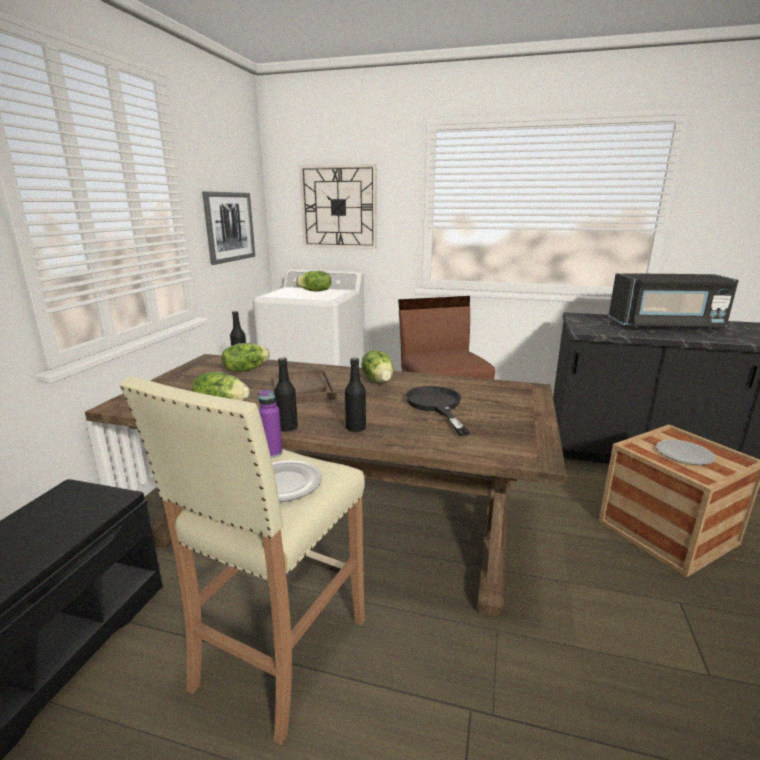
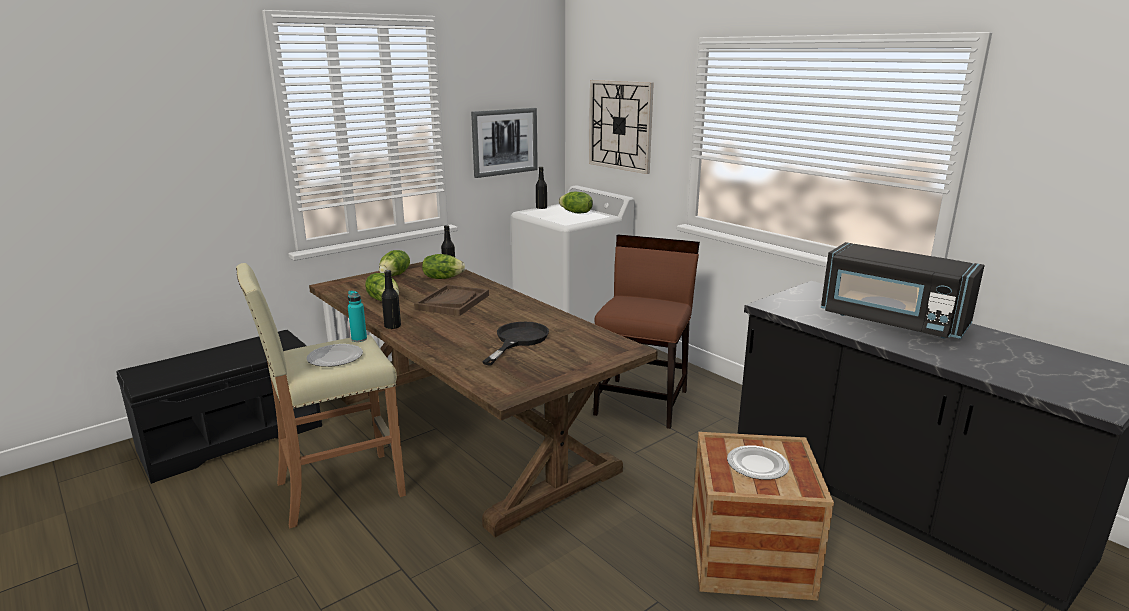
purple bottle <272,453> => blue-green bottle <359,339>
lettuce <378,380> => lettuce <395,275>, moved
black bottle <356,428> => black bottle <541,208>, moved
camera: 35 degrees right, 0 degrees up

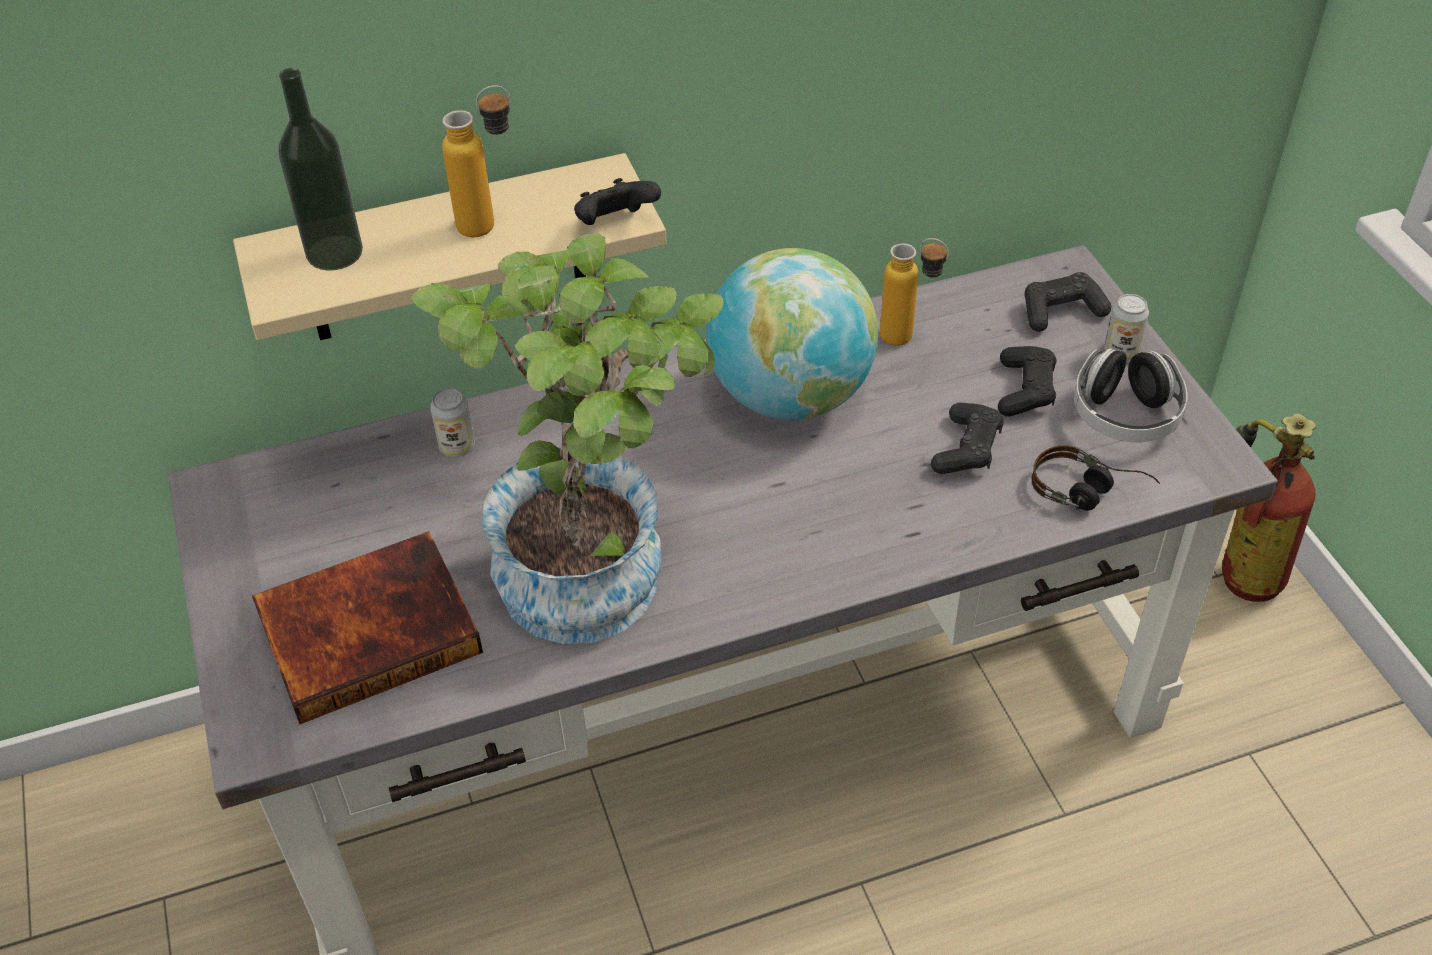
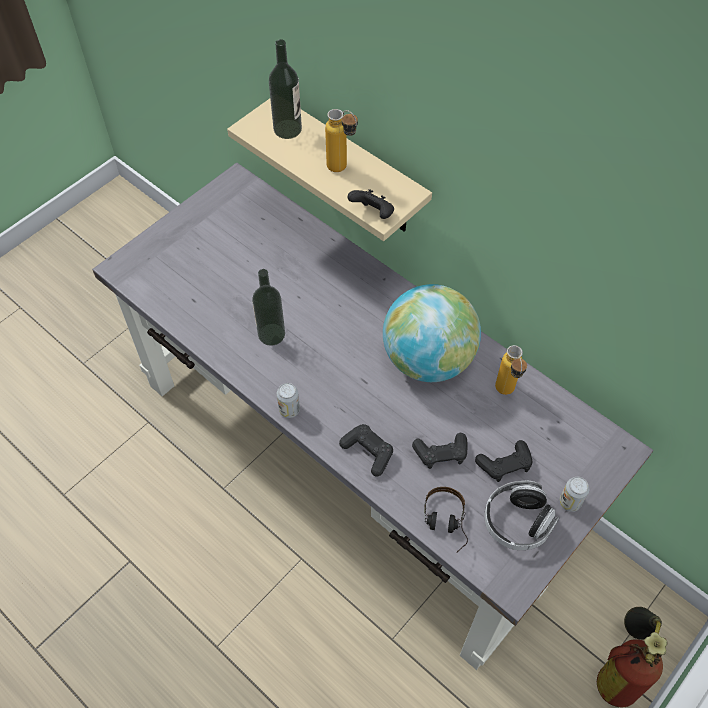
plant in a pot <598,566> => bottle <271,334>
sealed can <457,447> => sealed can <289,410>, moved
black joypad <1061,311> => black joypad <368,452>, moved
volume <369,629> => nothing
camera: 60 degrees right, 10 degrees up

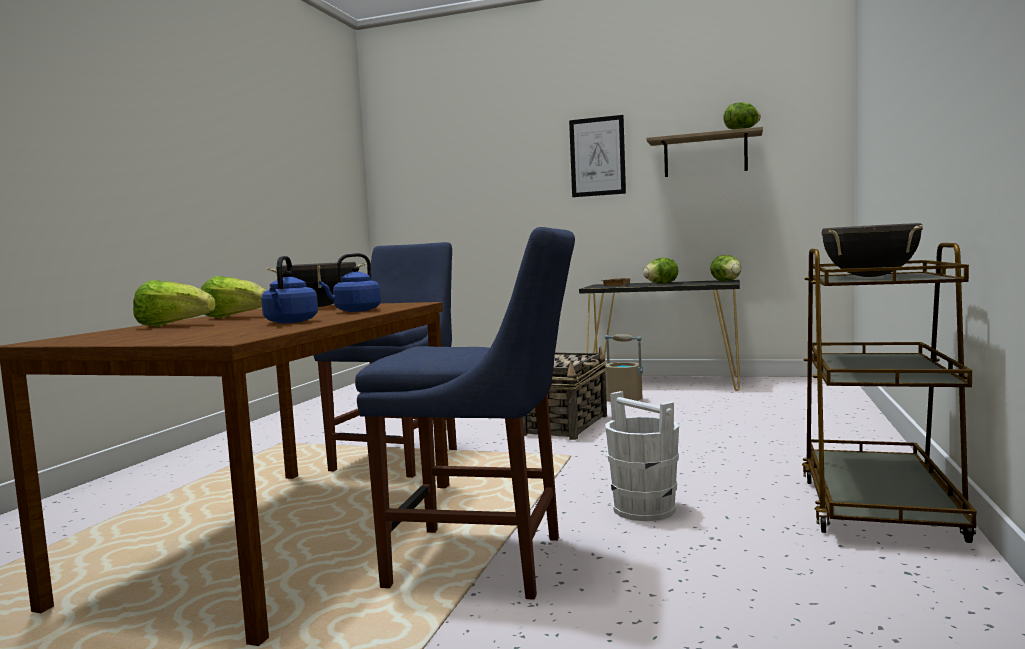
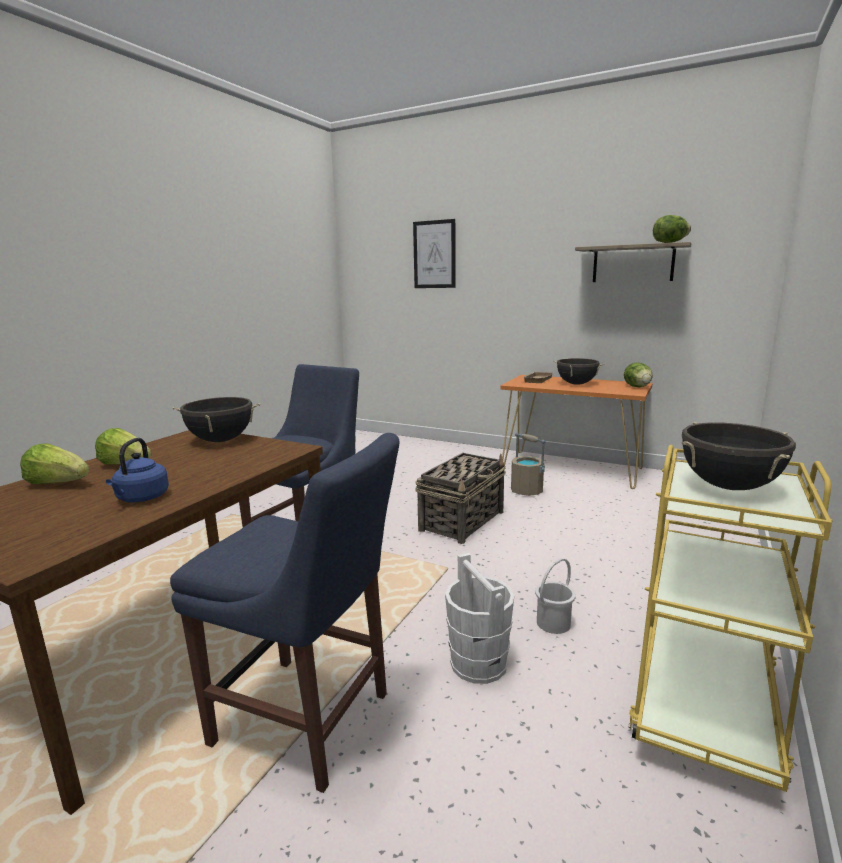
picture <597,156> => picture <434,254>, moved
black console table <664,382> => orange console table <571,469>
nothing => white pail <552,623>
lettuce <661,284> => black cooking pot <576,384>
brownish trolley <878,507> => yellowish trolley <704,702>
blue kettle <355,311> => nothing
camera: 10 degrees right, 10 degrees up

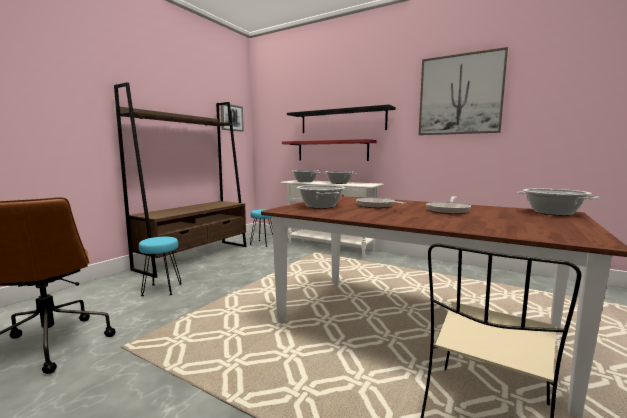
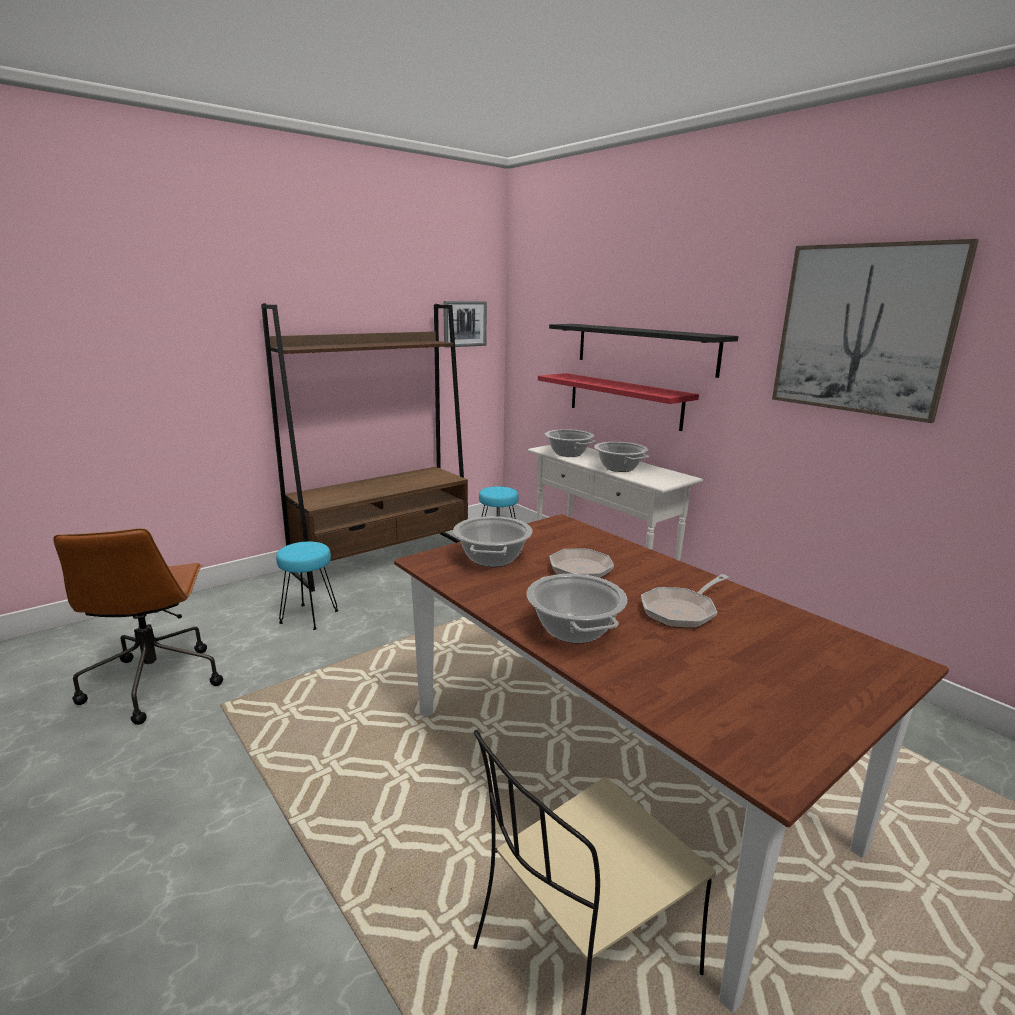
cooking pot <553,213> => cooking pot <575,630>, moved
camera: 20 degrees right, 10 degrees up

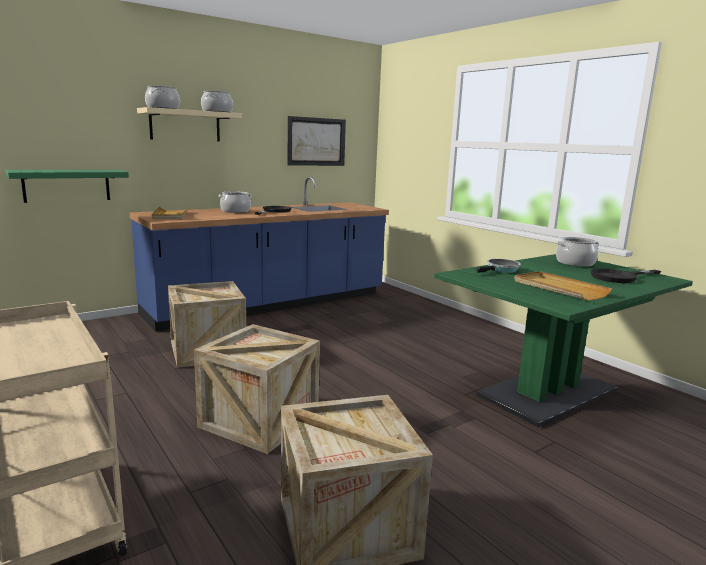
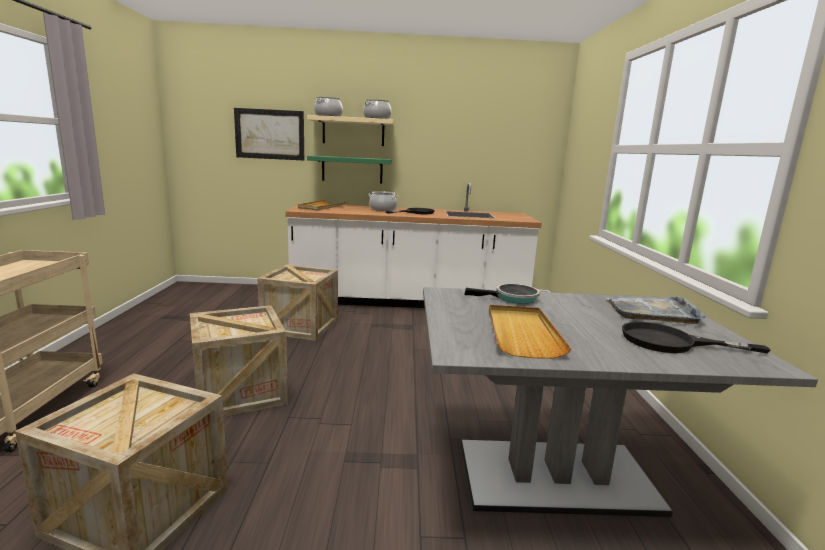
picture <316,141> => picture <270,134>, moved
blue counter <270,304> => white counter <409,301>
green-coloured shelf <67,185> => green-coloured shelf <352,169>, moved
green-coloured kitchen table <547,393> => greyish kitchen table <556,477>
cooking pot <575,263> => greyish carrying tray <653,311>
camera: 35 degrees right, 0 degrees up

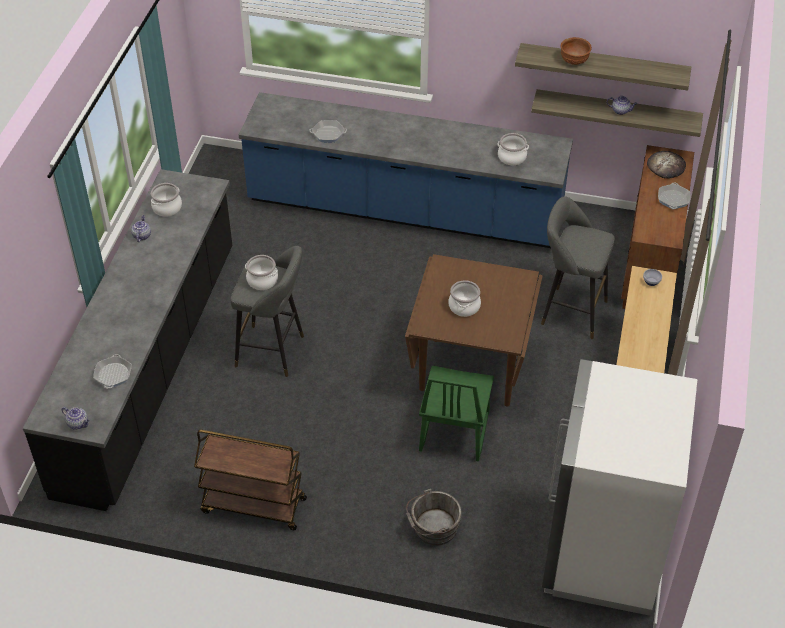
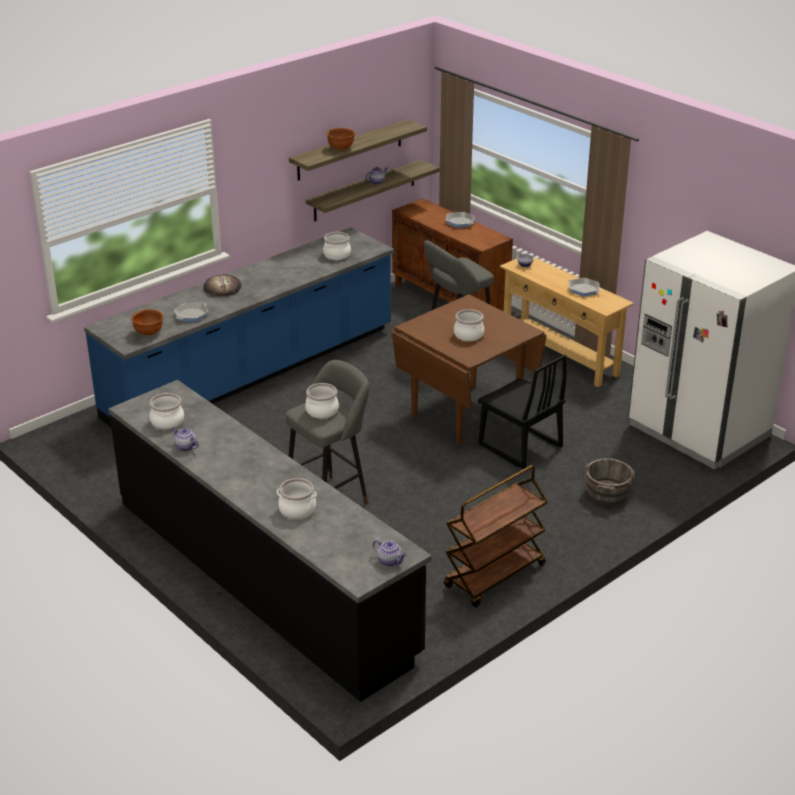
nothing => brownish bowl <149,333>
bread <666,166> => bread <222,288>, moved
nothing => cooking pot <297,509>
pot for tea <78,423> => pot for tea <390,561>, 60 degrees clockwise
green-coloured plain chair <453,432> => black plain chair <519,446>
frying pan <113,374> => frying pan <583,290>, moved
camera: 55 degrees left, 15 degrees down

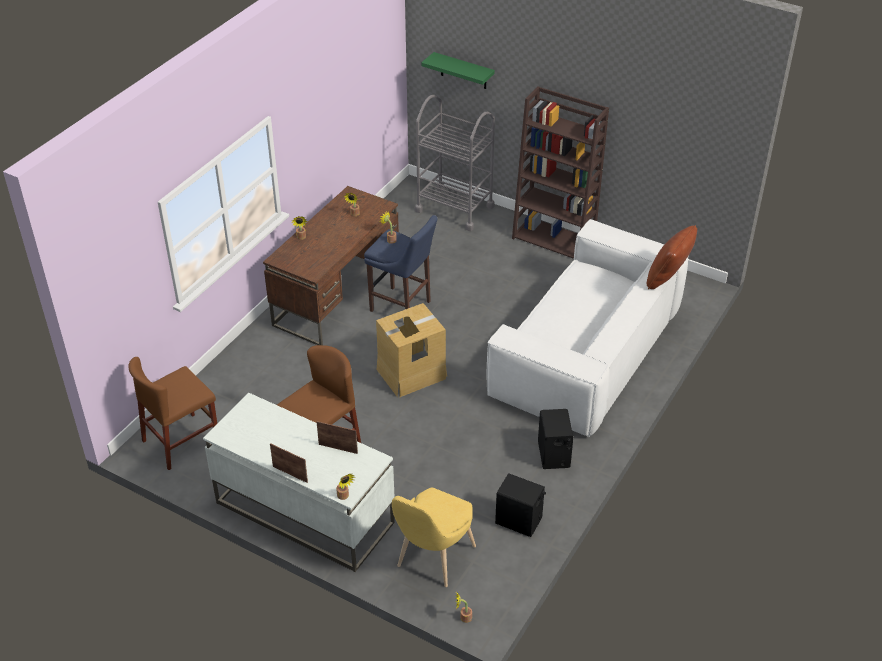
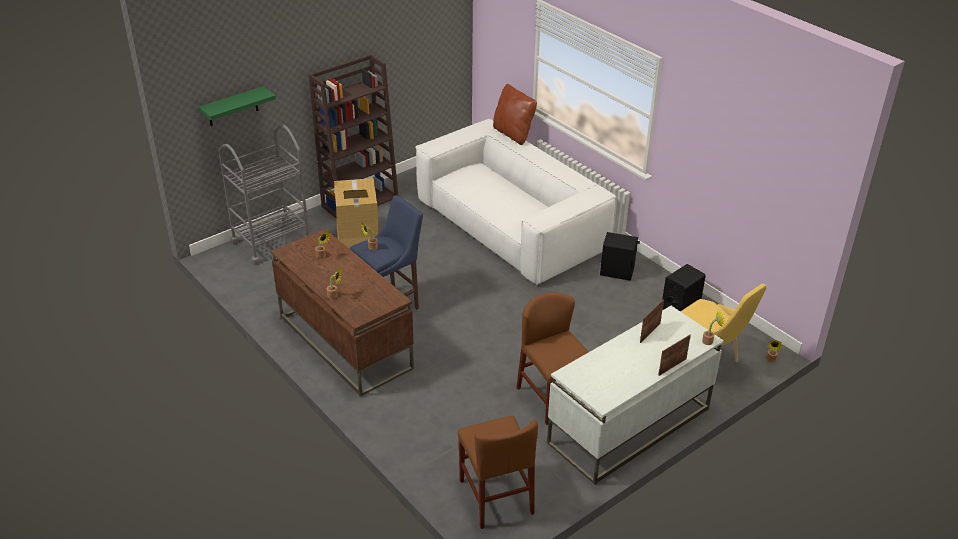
packing box <411,373> => packing box <358,239>, moved
camera: 70 degrees left, 5 degrees down

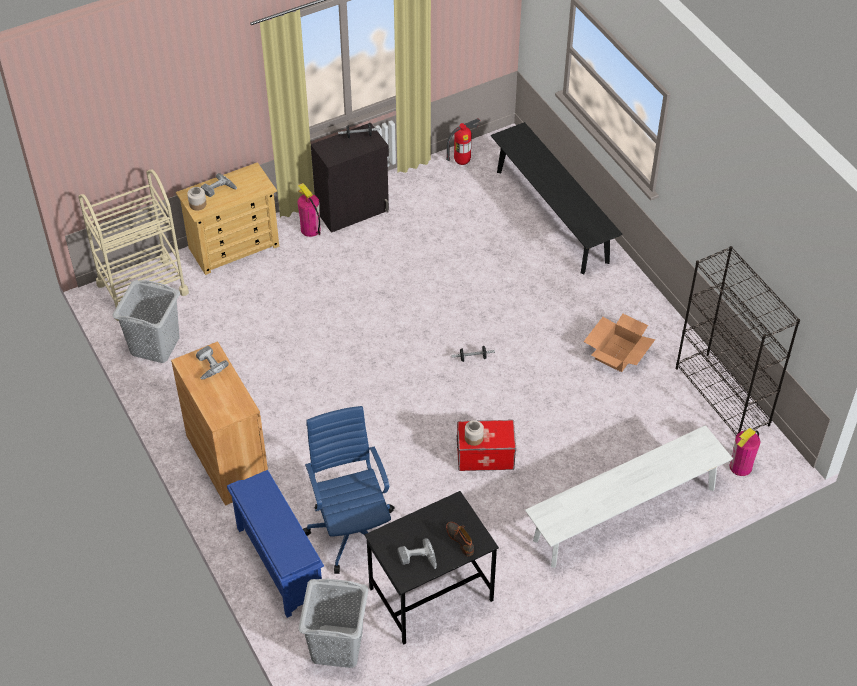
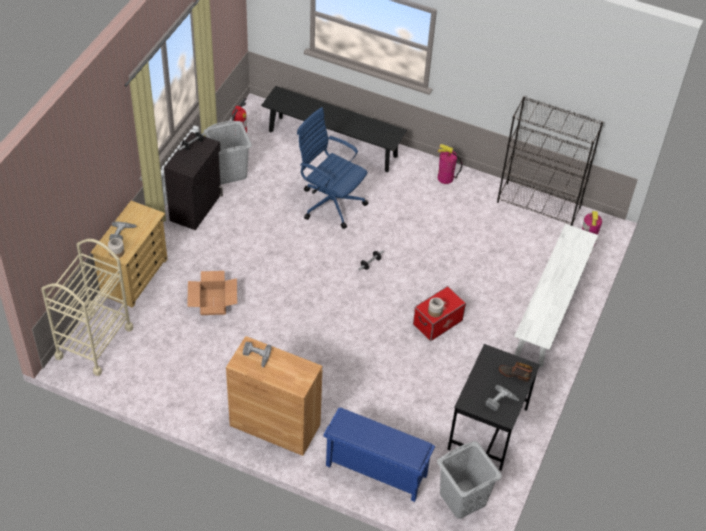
packing box <617,353> => packing box <213,302>, moved
greyish hamper <154,346> => greyish hamper <229,172>, moved
blue office chair <352,530> => blue office chair <330,203>, moved
extinguisher <310,229> => extinguisher <445,178>, moved
camera: 40 degrees left, 0 degrees up

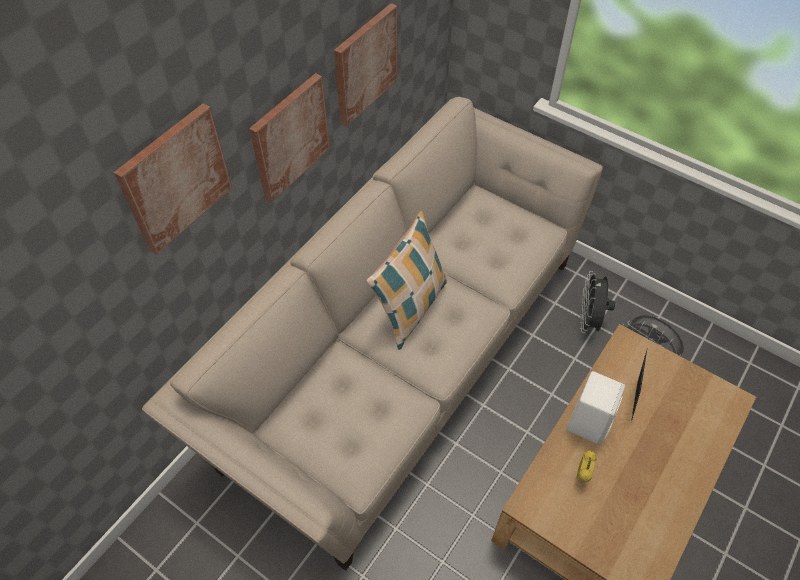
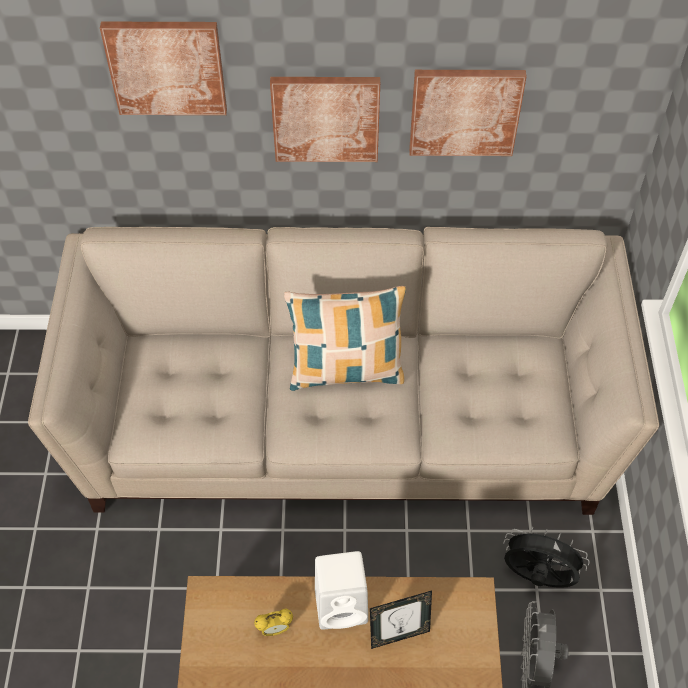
black cooling fan <589,320> => black cooling fan <536,578>, 45 degrees clockwise
camera: 55 degrees right, 0 degrees up

